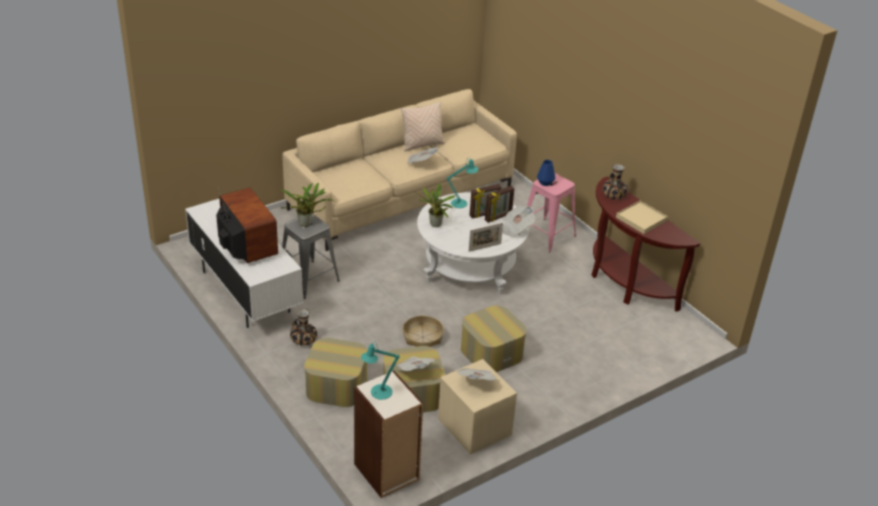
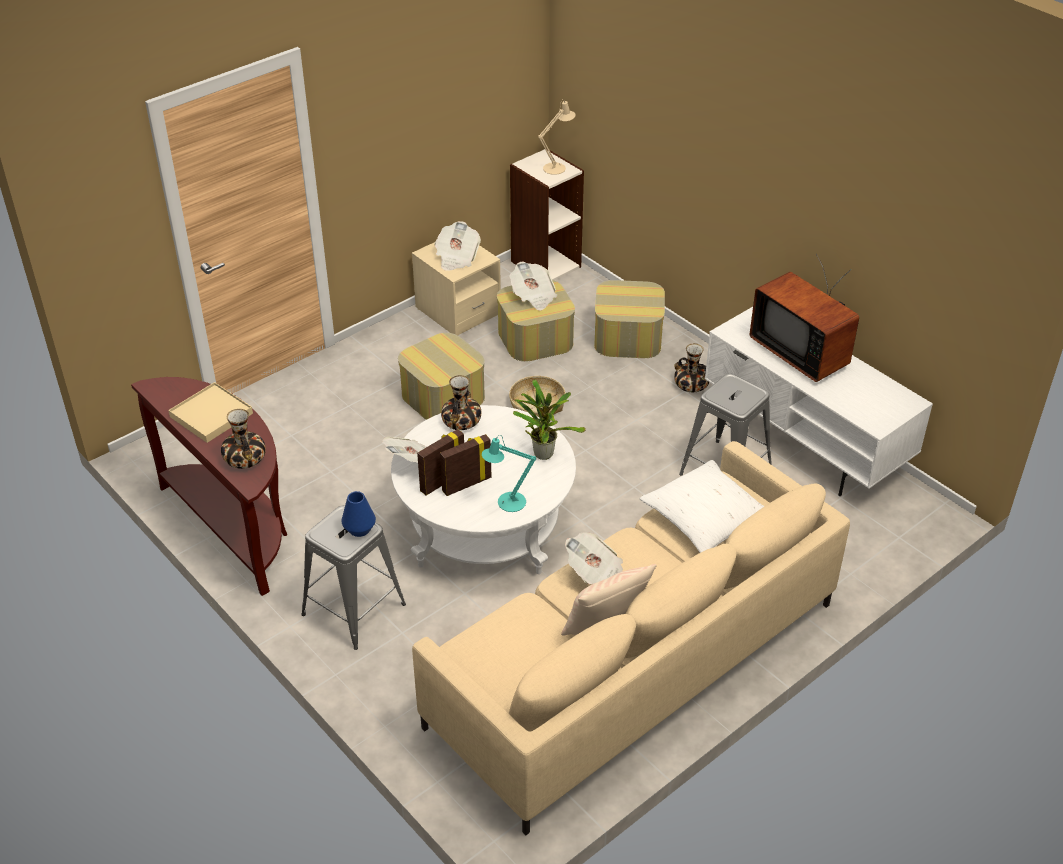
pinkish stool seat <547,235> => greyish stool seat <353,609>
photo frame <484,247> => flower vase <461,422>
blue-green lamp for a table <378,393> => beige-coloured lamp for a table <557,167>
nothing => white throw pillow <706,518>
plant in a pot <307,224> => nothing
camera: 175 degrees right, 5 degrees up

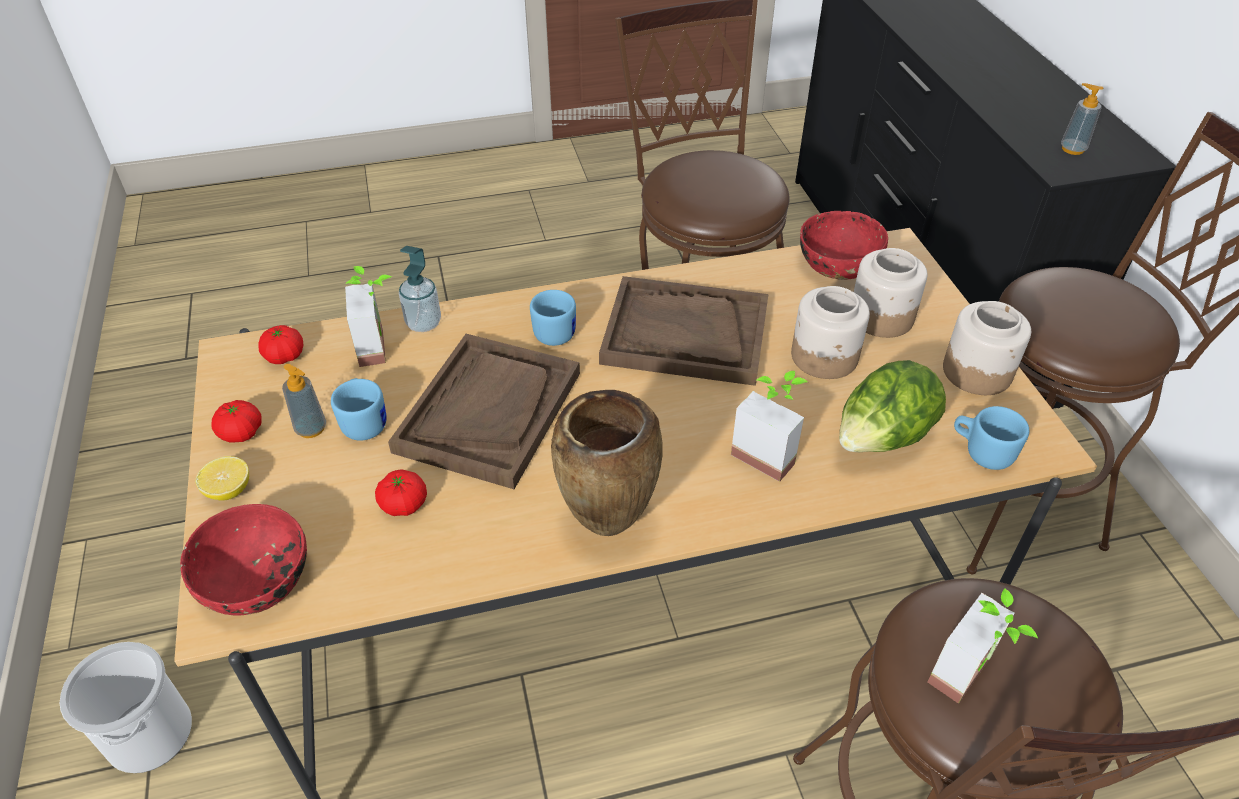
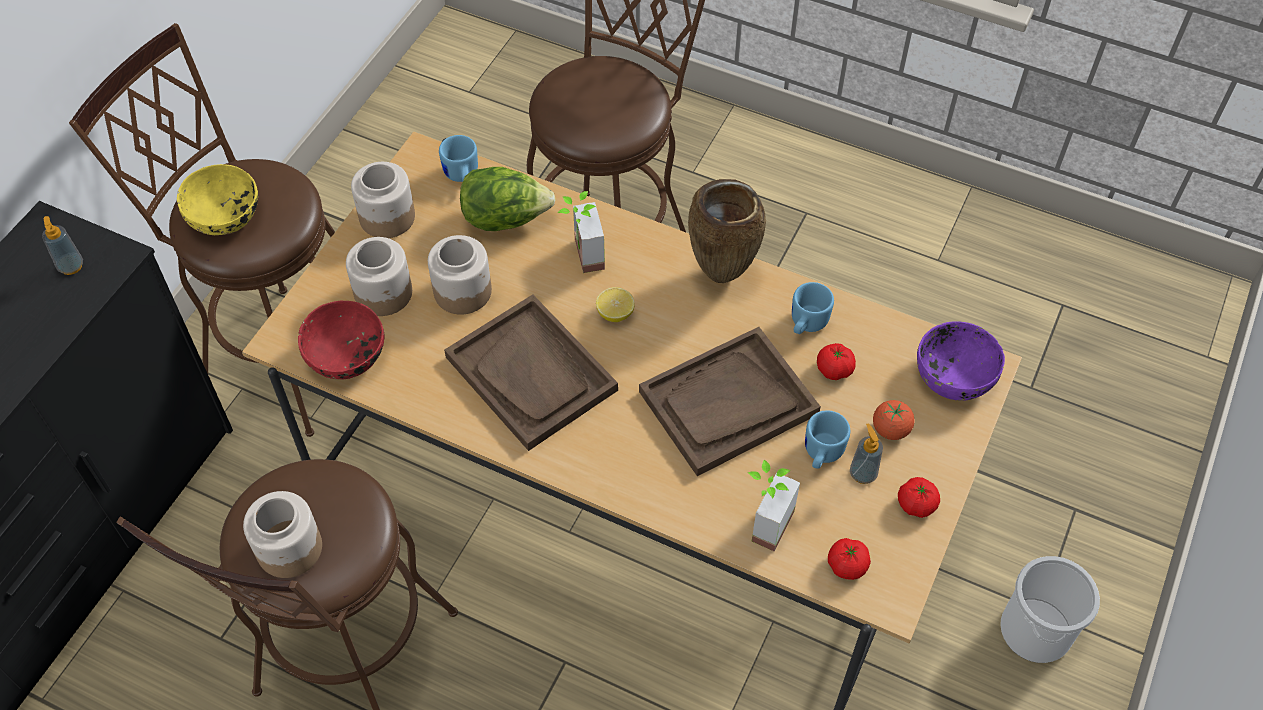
nothing => yellowish bowl <225,217>
nothing => storage jar <288,548>
citrus fruit <229,490> => citrus fruit <615,313>, moved
blue coffee mug <554,330> => blue coffee mug <806,324>, moved
nothing => tomato <890,429>
reddish bowl <256,582> => purple bowl <954,375>
soap bottle <423,323> => nothing
plant in a pot <973,678> => nothing
camera: 140 degrees left, 10 degrees up

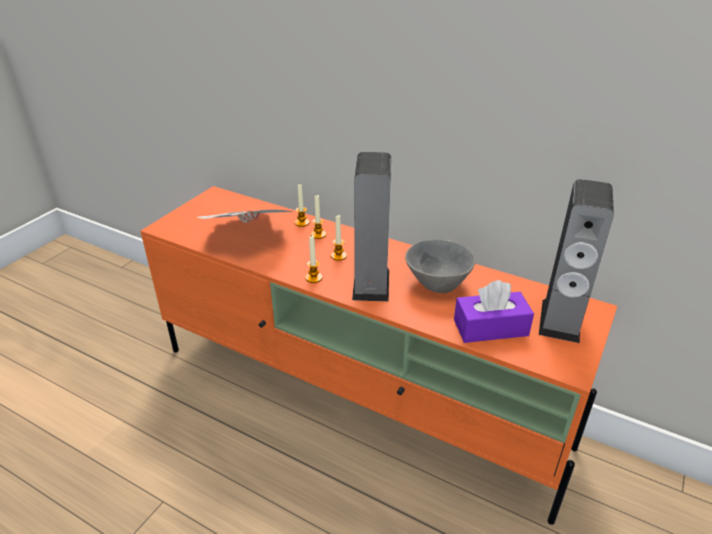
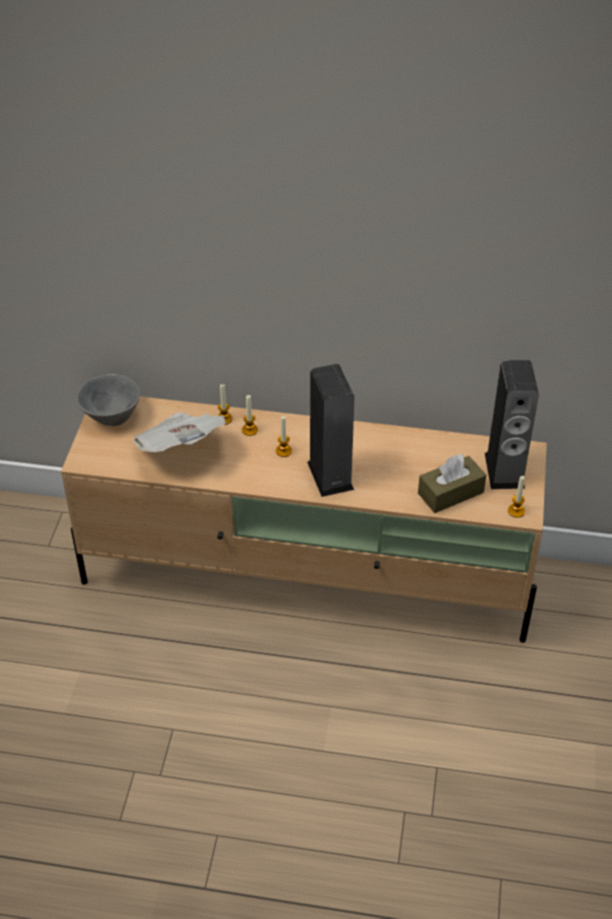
orange media console <359,397> => beige-coloured media console <309,577>
greyish bowl <439,282> => greyish bowl <112,415>, moved
purple tissue box <490,328> => brownish tissue box <450,493>
wax candle <313,278> => wax candle <516,511>, moved
camera: 20 degrees left, 10 degrees up

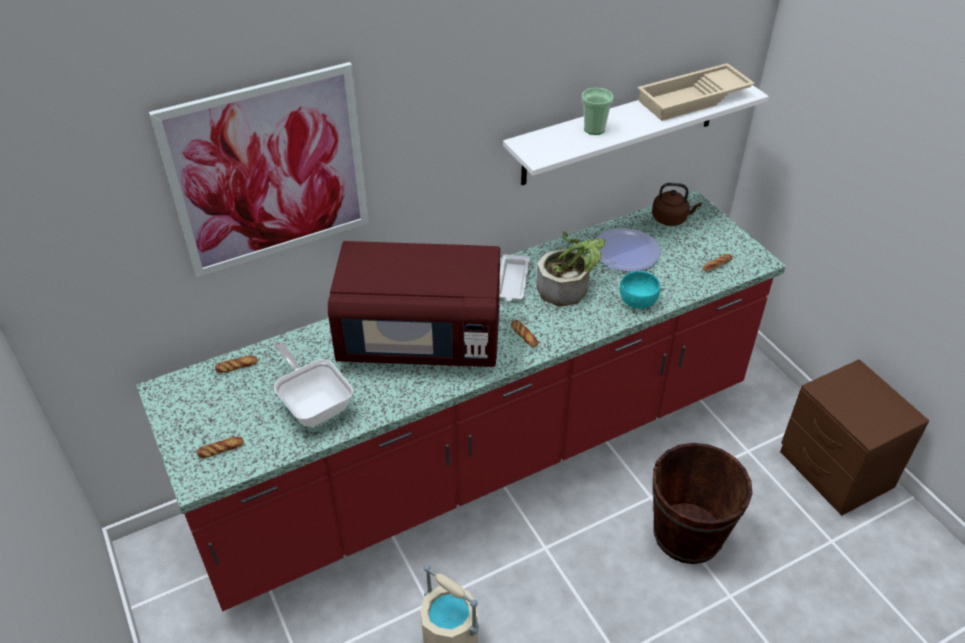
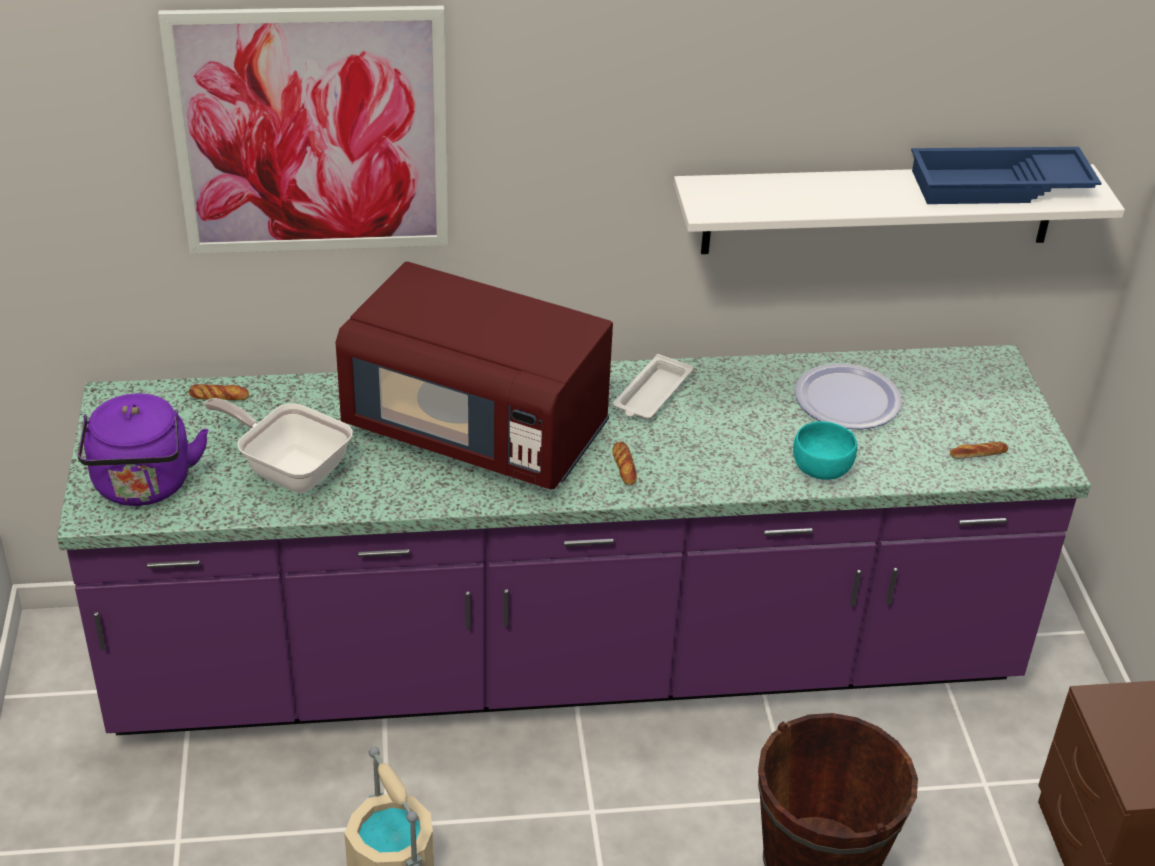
reddish counter <482,456> => purple counter <567,661>
bread <221,449> => purple kettle <143,487>
frying pan <314,404> => frying pan <289,469>, 45 degrees counterclockwise
beige-coloured carrying tray <694,99> => blue carrying tray <999,187>
plant in a pot <569,287> => nothing
cup <594,129> => nothing
brownish kettle <671,219> => nothing
camera: 20 degrees right, 5 degrees down

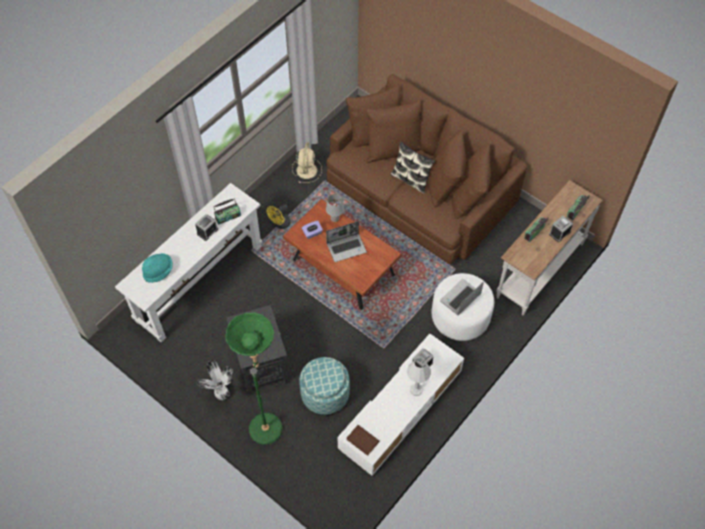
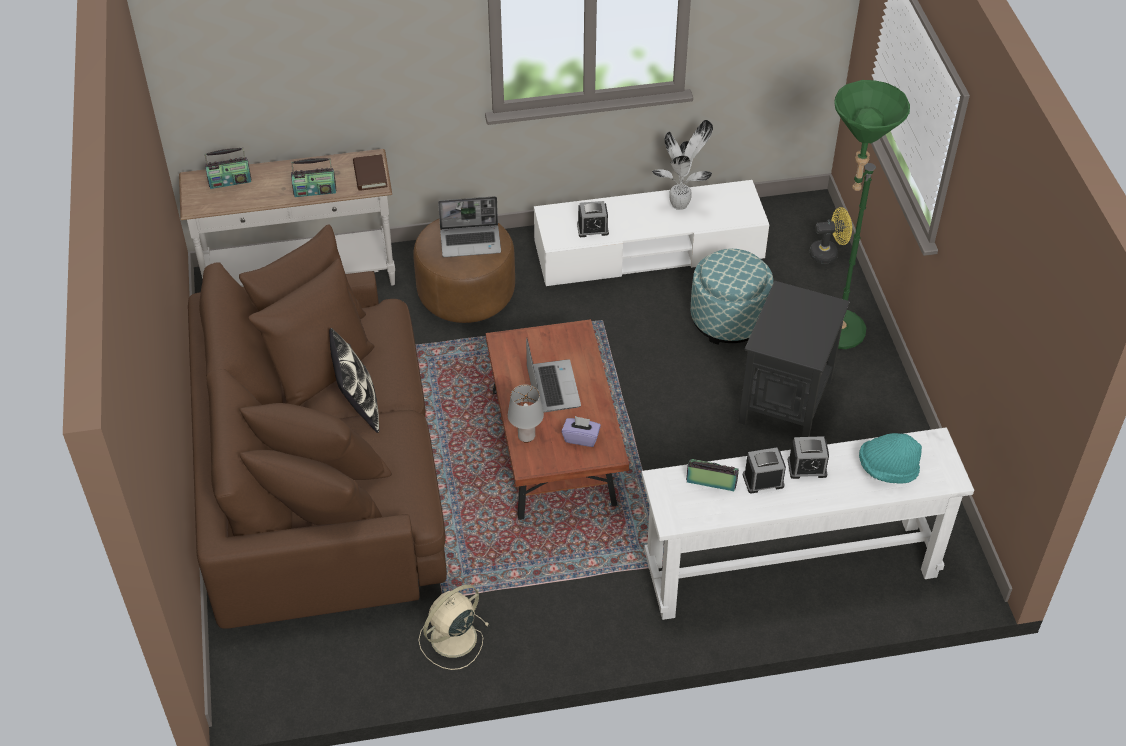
brownish volume <362,440> => brownish volume <370,175>, moved
white footrest <460,317> => brownish footrest <466,292>
notebook computer <346,247> => notebook computer <552,387>, 60 degrees clockwise
plant in a pot <221,396> => plant in a pot <681,204>, moved
alarm clock <559,233> => alarm clock <807,467>, moved
yellowish cooling fan <280,224> => yellowish cooling fan <828,253>, moved
white lamp for a table <416,390> => nothing
camera: 140 degrees left, 10 degrees down

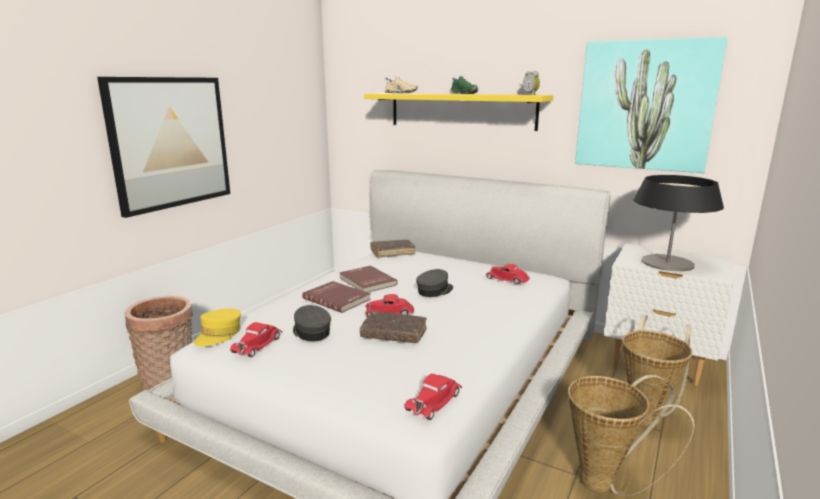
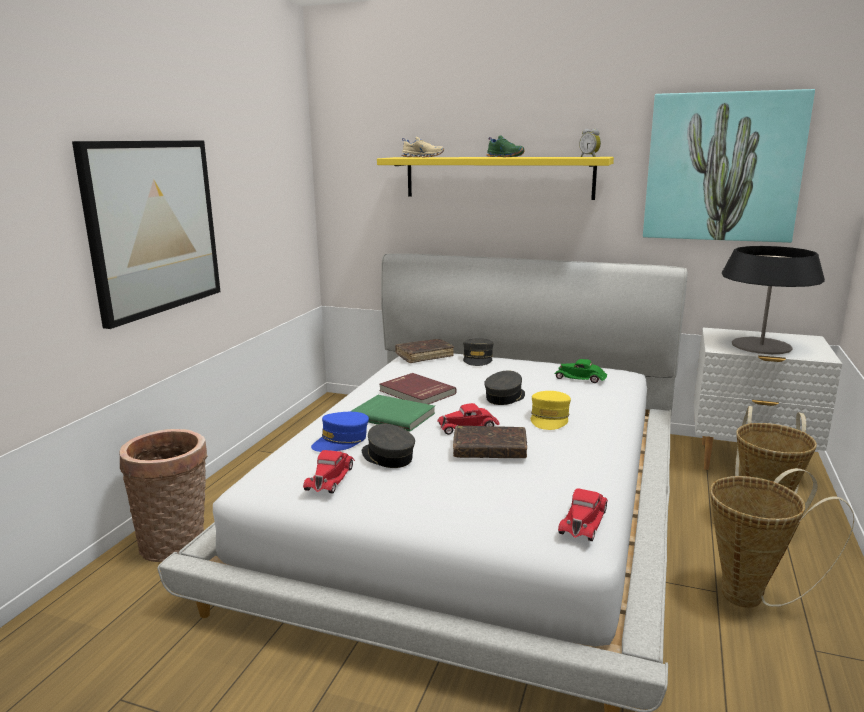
nothing => blue baseball cap <341,441>
reddish volume <337,298> => green-coloured volume <394,415>
nothing => greyish baseball cap <478,359>
yellowish baseball cap <219,334> => yellowish baseball cap <549,418>, moved
reddish toy car <507,279> => green-coloured toy car <580,378>
camera: 10 degrees left, 0 degrees up

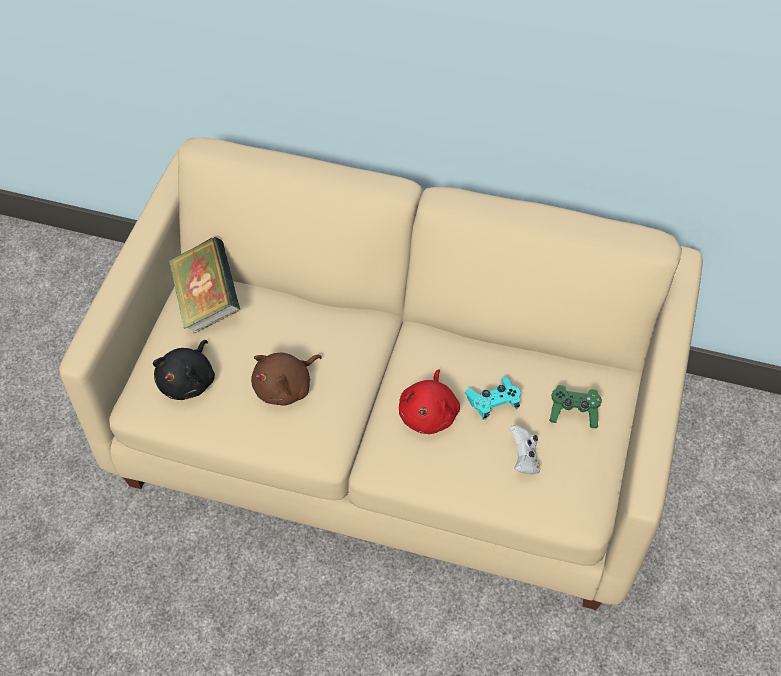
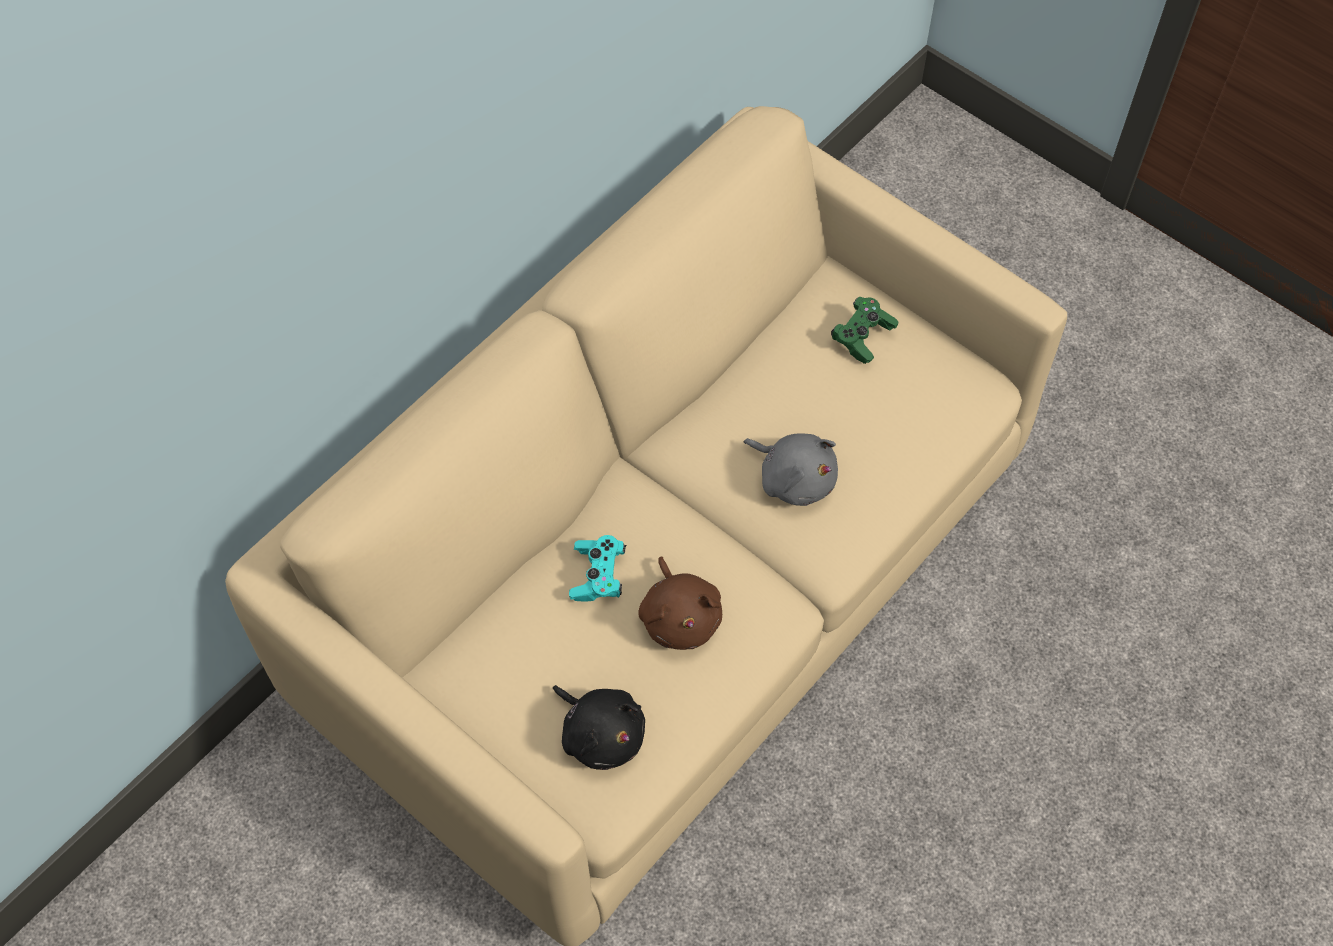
blue-green joypad <493,403> => blue-green joypad <598,575>, moved
reddish soft toy <429,413> => greyish soft toy <794,478>
volume <207,301> => nothing
white joypad <524,458> => nothing
camera: 65 degrees left, 5 degrees up

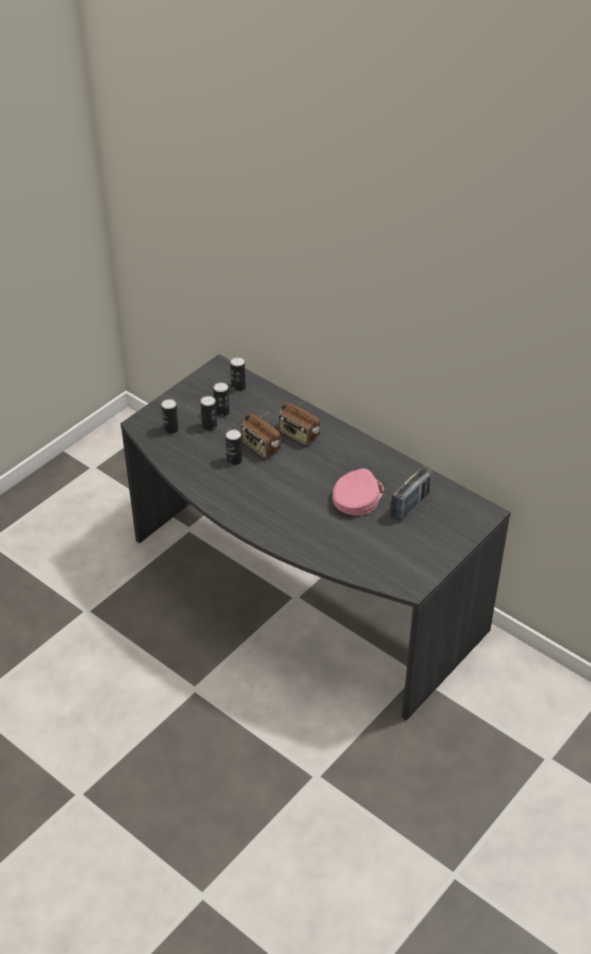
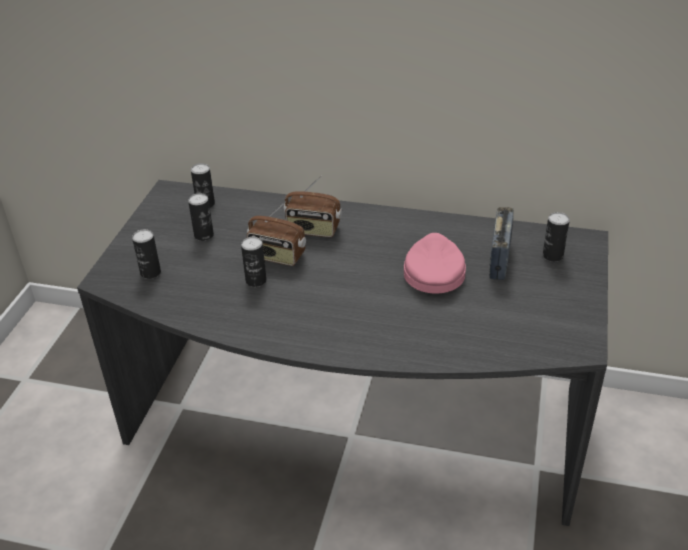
sealed can <209,426> => sealed can <552,256>, moved
camera: 25 degrees left, 5 degrees down

